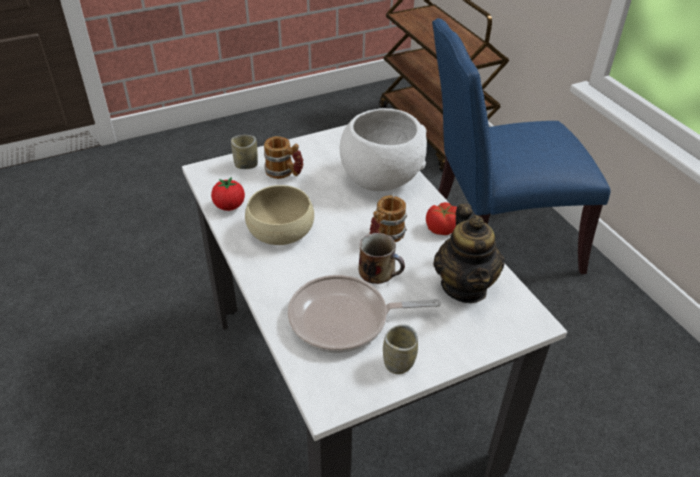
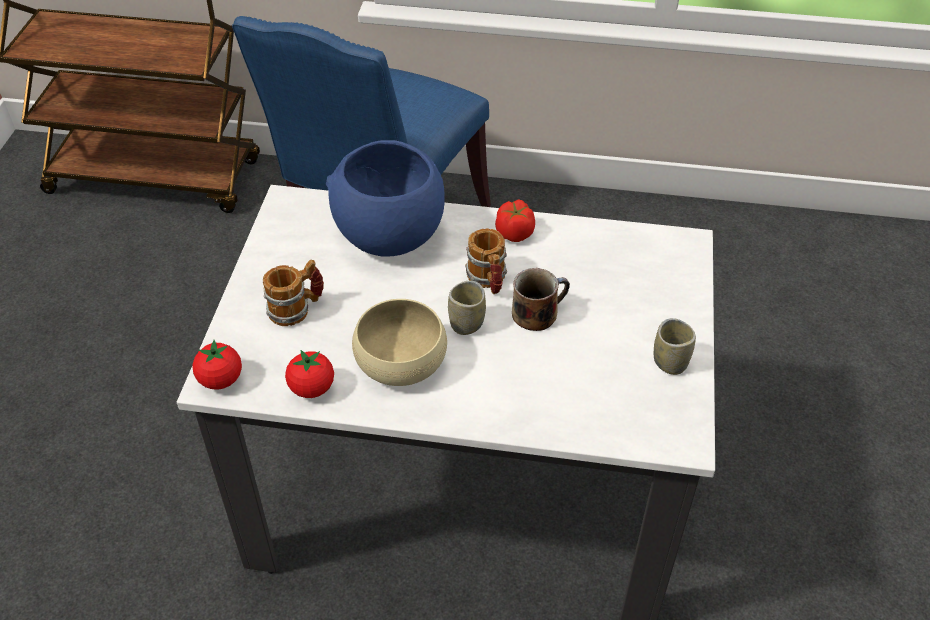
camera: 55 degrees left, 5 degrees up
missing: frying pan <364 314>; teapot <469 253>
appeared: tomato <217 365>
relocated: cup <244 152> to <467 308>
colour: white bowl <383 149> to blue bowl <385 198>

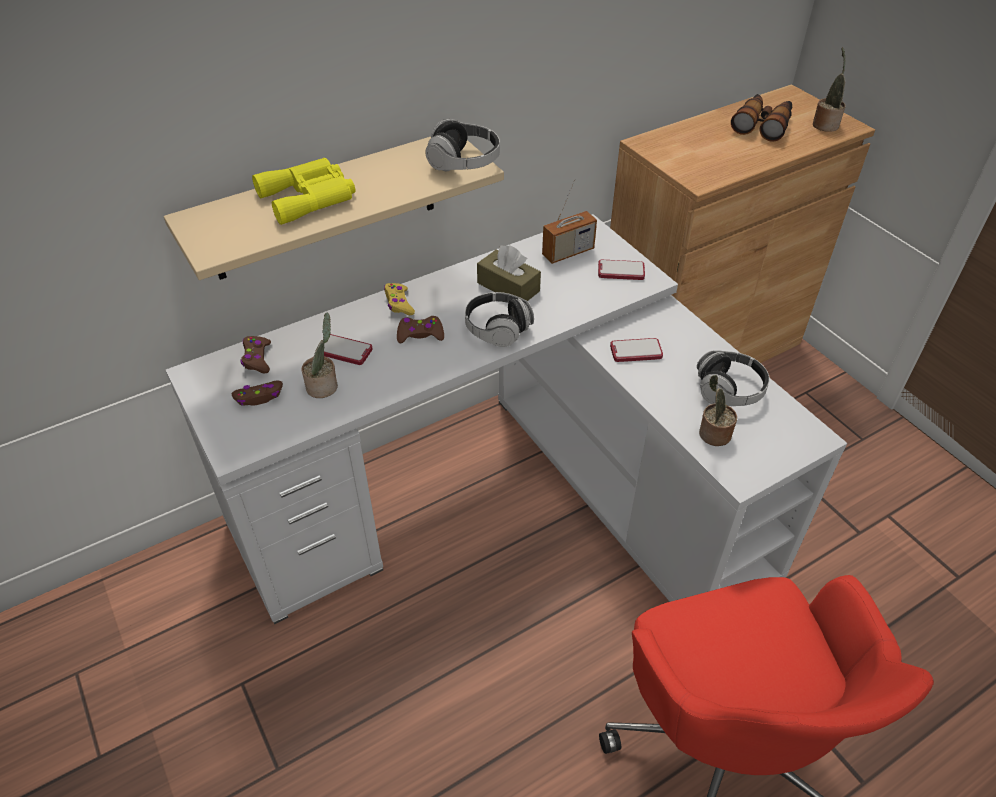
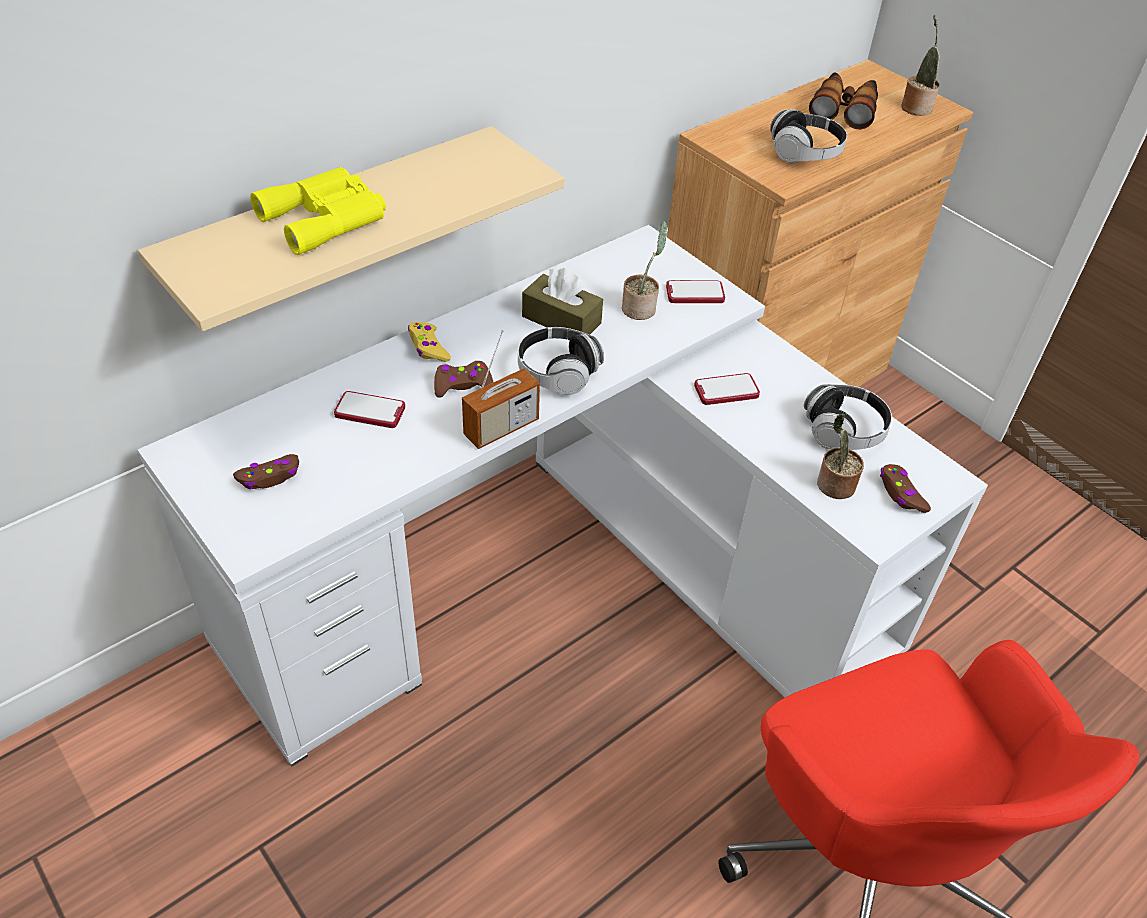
camera: 10 degrees left, 0 degrees up
relocated: radio <569 221> to <501 389>; potted plant <320 355> to <644 270>; headphones <462 145> to <808 136>; brown game controller <256 354> to <905 488>

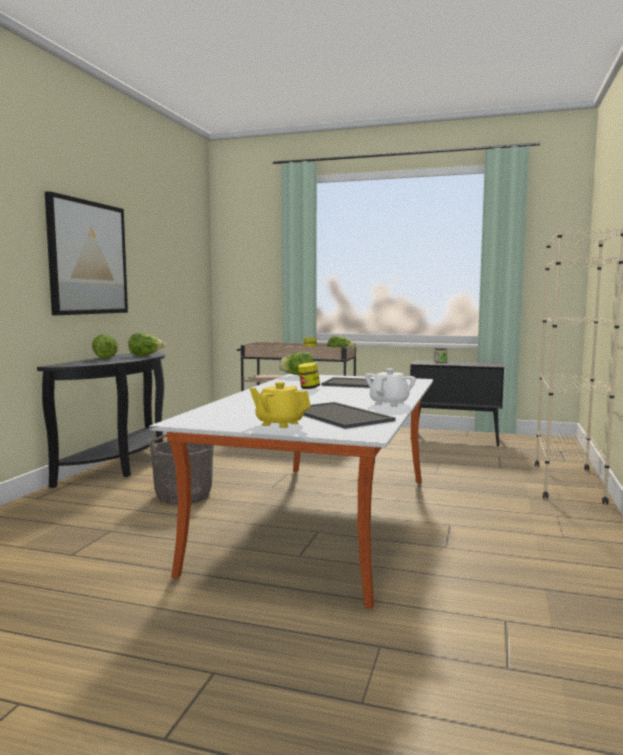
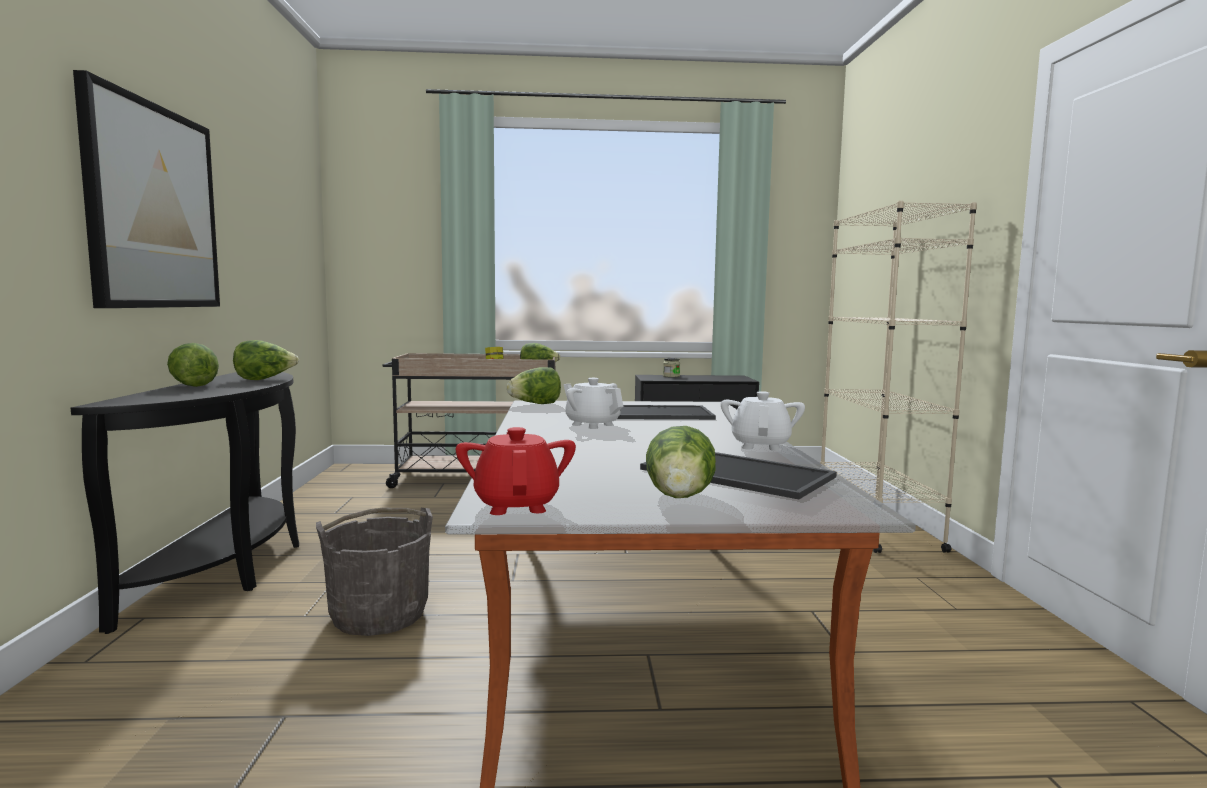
camera: 20 degrees left, 0 degrees up
appeared: red teapot <516 471>
exchanged: jar <309 375> to white teapot <593 403>; yellow teapot <280 405> to lettuce <681 462>

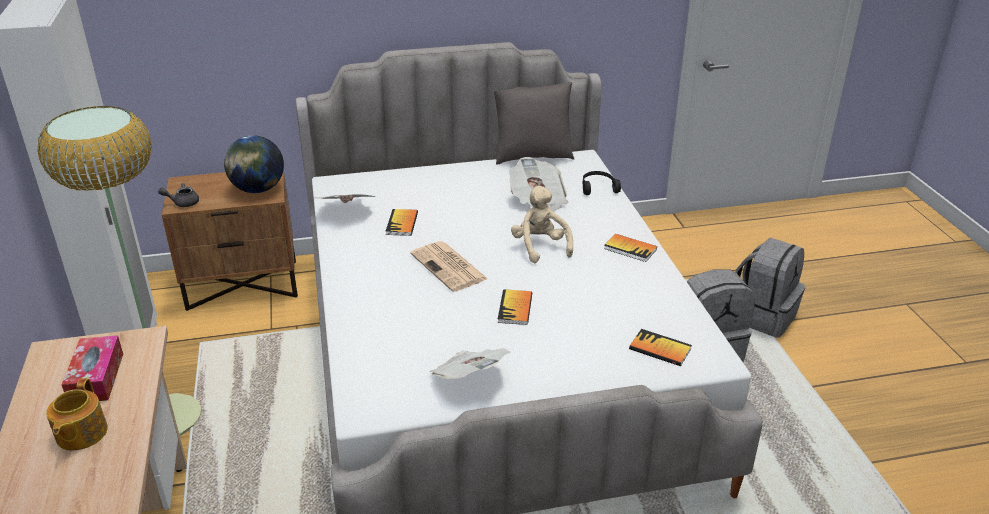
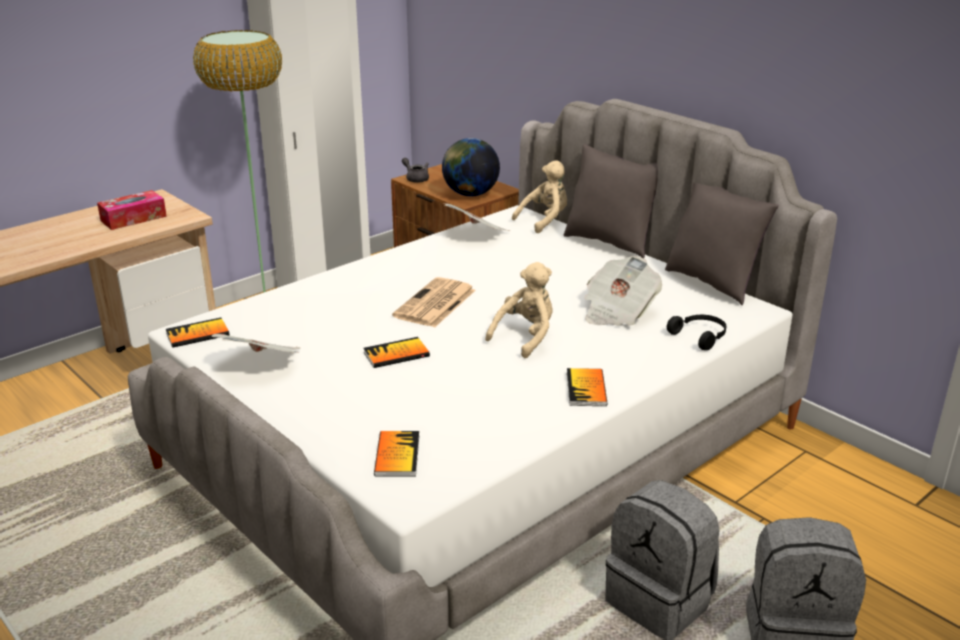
camera: 60 degrees right, 5 degrees down
missing: teapot <77 414>
appeared: beige plush toy <539 196>; grey pillow <611 201>
relocated: book <401 222> to <197 333>

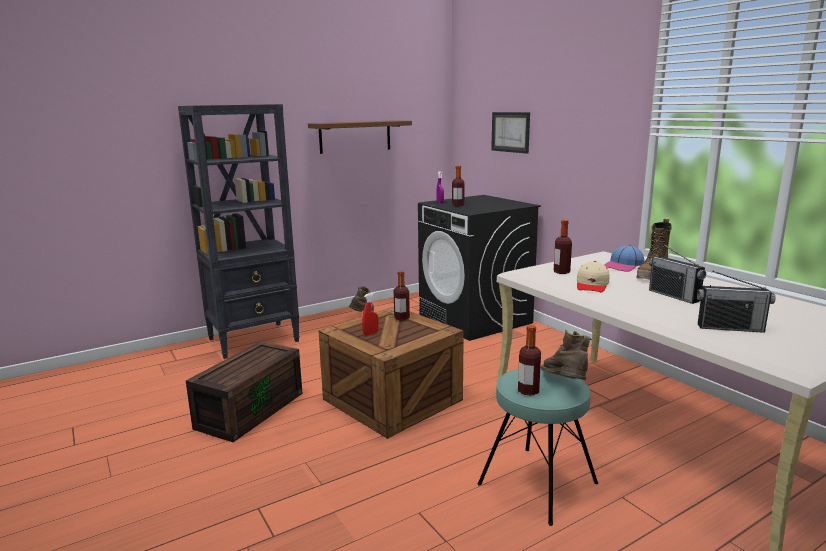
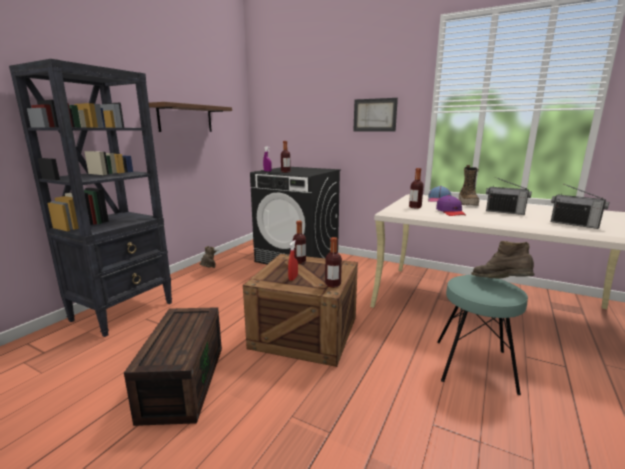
camera: 30 degrees left, 0 degrees up
relocated: bottle <529 360> to <333 262>; picture <510 133> to <376 115>
colour: beige cap <593 276> to purple cap <451 205>
spun: radio <736 302> = <580 206> 60 degrees clockwise

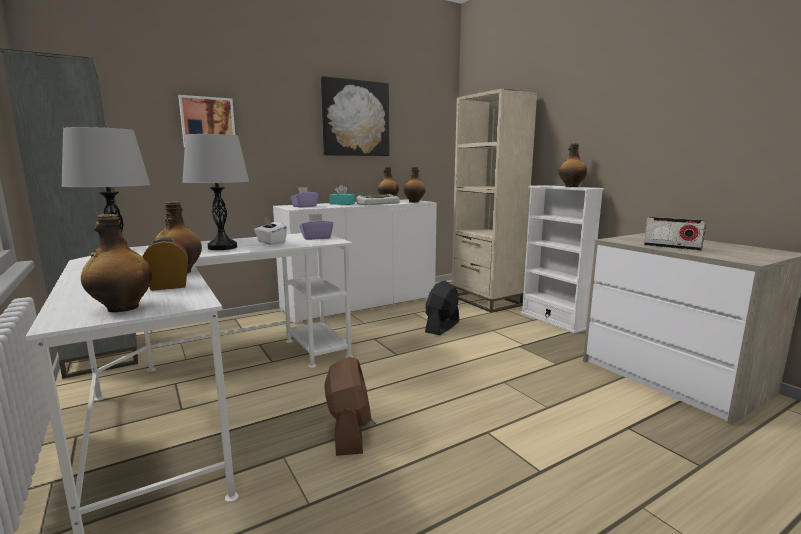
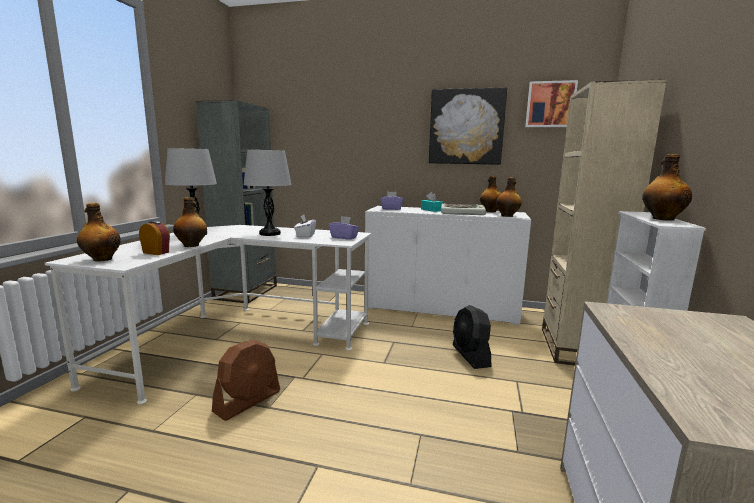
camera: 45 degrees right, 0 degrees up
missing: radio <675 234>
relocated: picture <206 121> to <551 103>
spun: black fan <442 308> = <472 337> 90 degrees counterclockwise

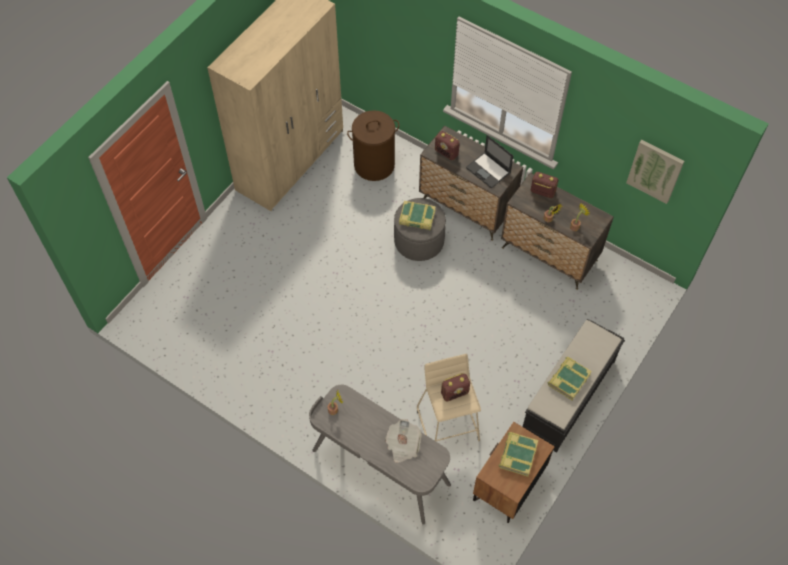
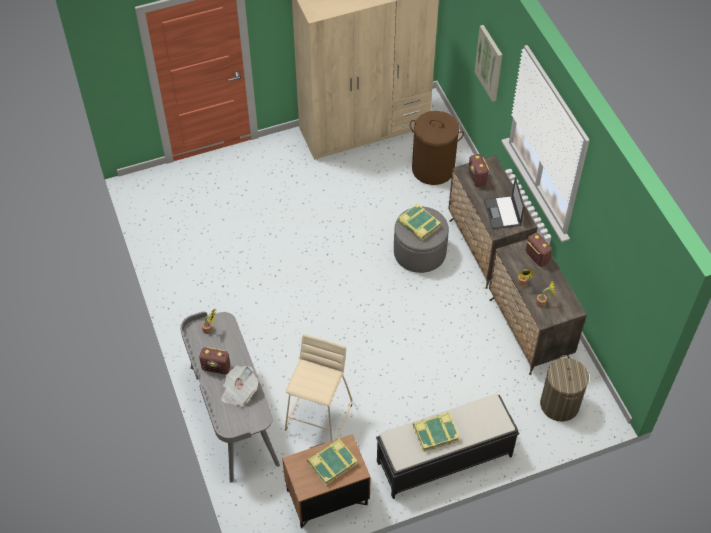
camera: 35 degrees right, 5 degrees down
appeared: laundry basket <564 388>
relocated: radio <455 387> to <214 361>; picture <655 172> to <488 63>

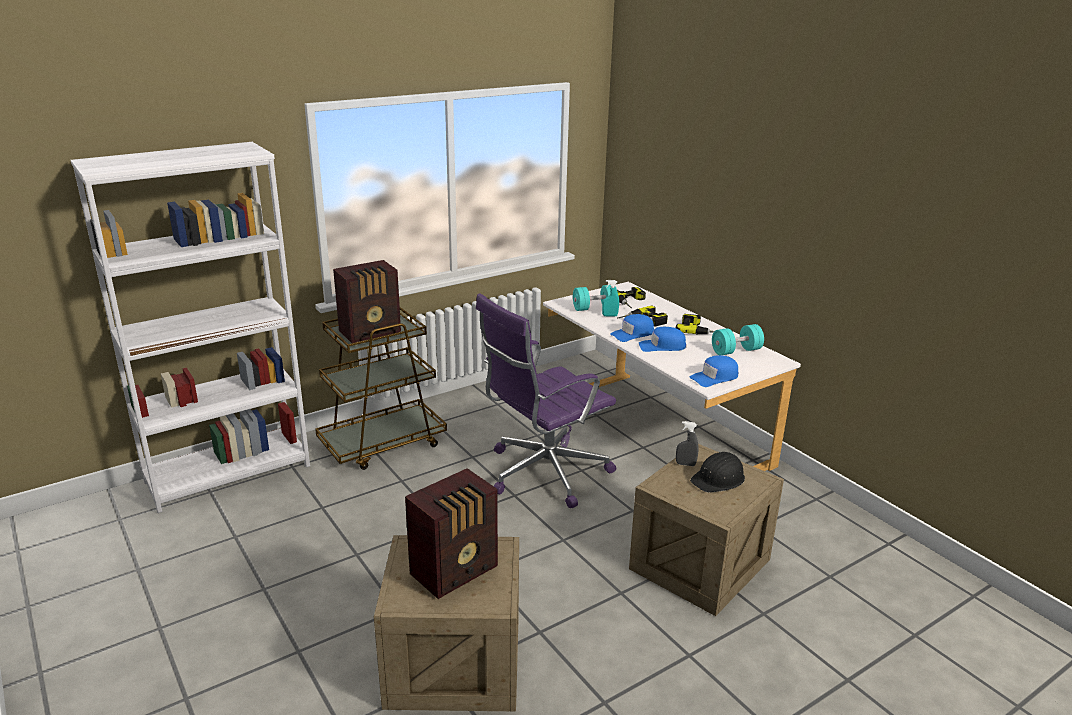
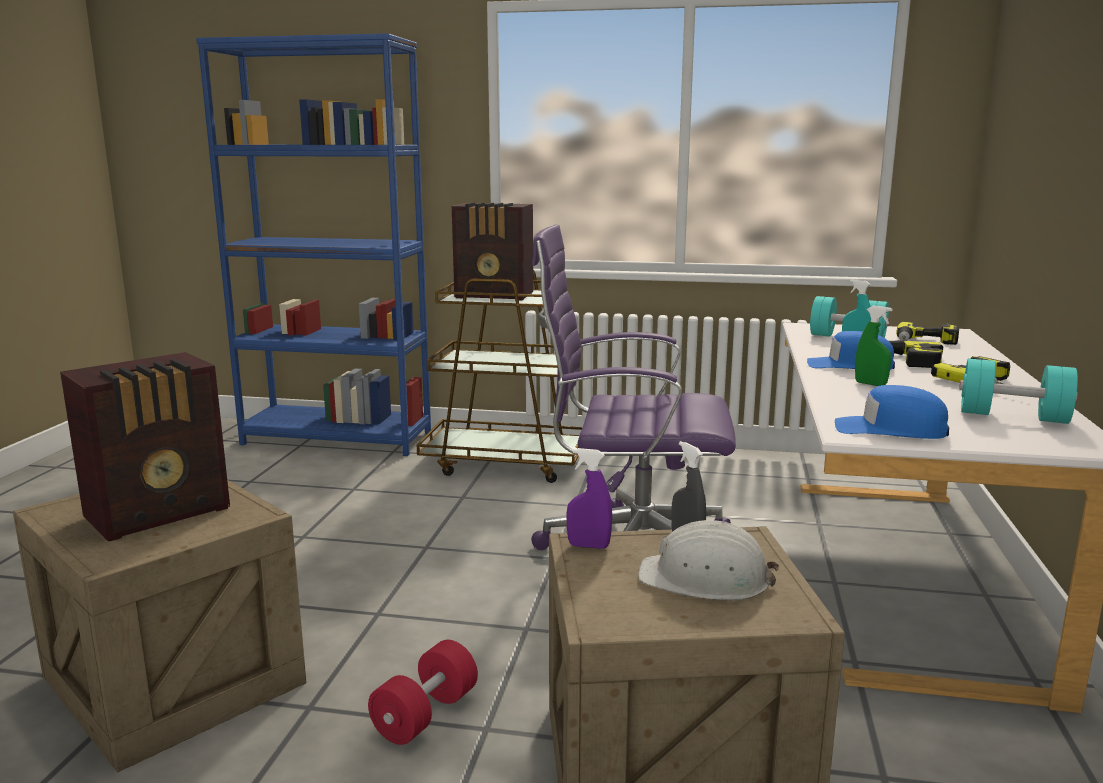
camera: 45 degrees right, 10 degrees down
appeared: red dumbbell <423 692>; purple spray bottle <589 498>
exchanged: blue cap <662 339> to green spray bottle <873 346>
colour: white bookcase <190 327> to blue bookcase <313 244>; black hard hat <717 472> to white hard hat <708 560>
spun: radio <451 533> = <145 447> 45 degrees counterclockwise

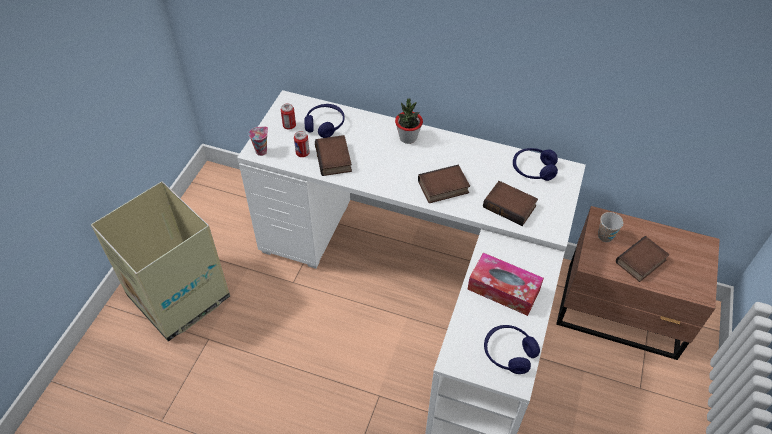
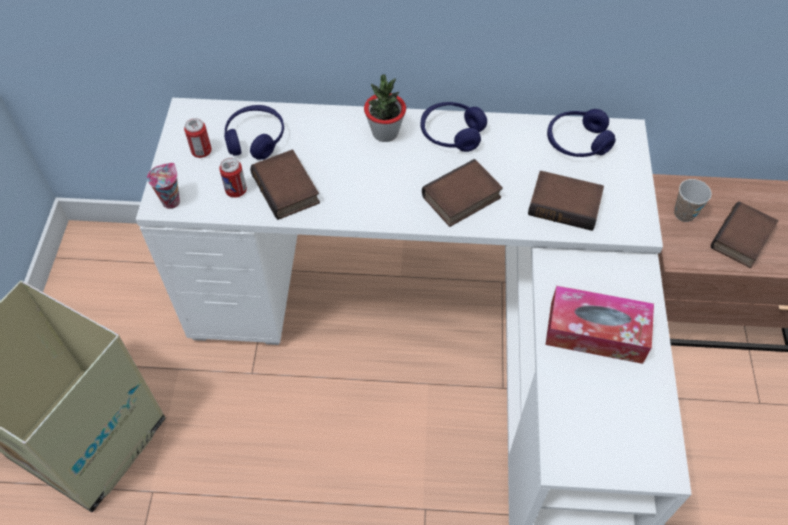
camera: 15 degrees left, 5 degrees up
relocated: blue headphones <512 349> to <454 127>

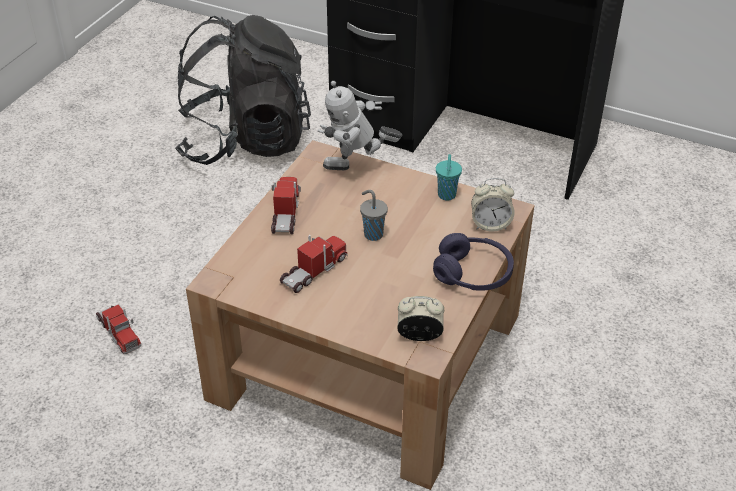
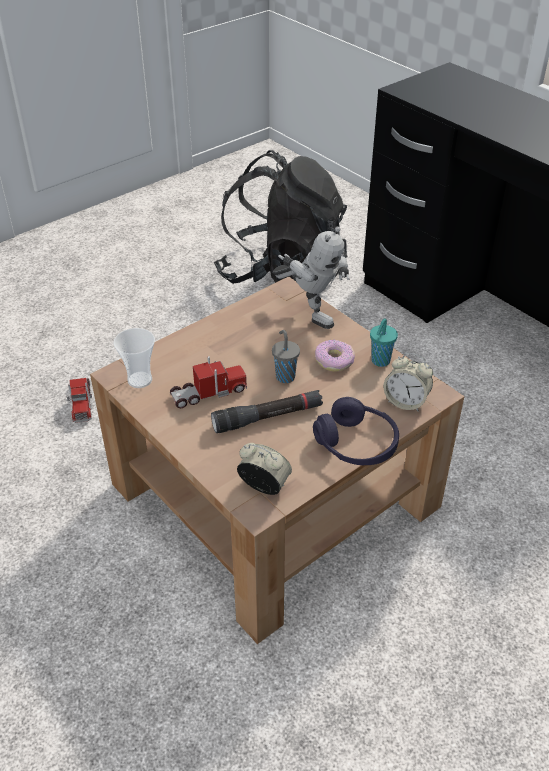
camera: 25 degrees right, 0 degrees up
missing: toy truck <286 205>
appeared: cup <134 358>; black flashlight <267 411>; donut <335 356>
spun: toy robot <360 125> = <311 278> 150 degrees counterclockwise

